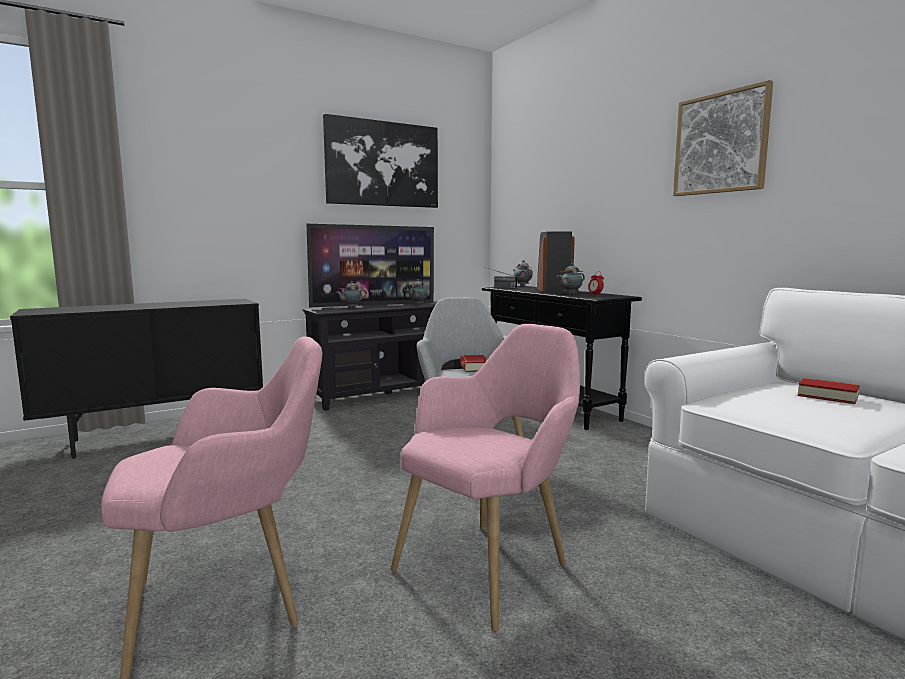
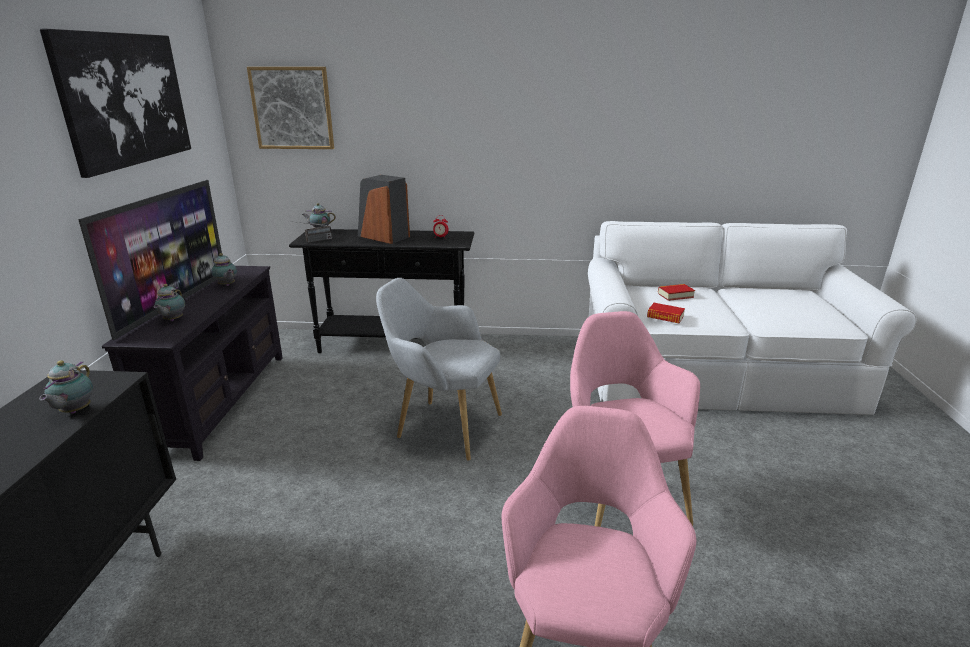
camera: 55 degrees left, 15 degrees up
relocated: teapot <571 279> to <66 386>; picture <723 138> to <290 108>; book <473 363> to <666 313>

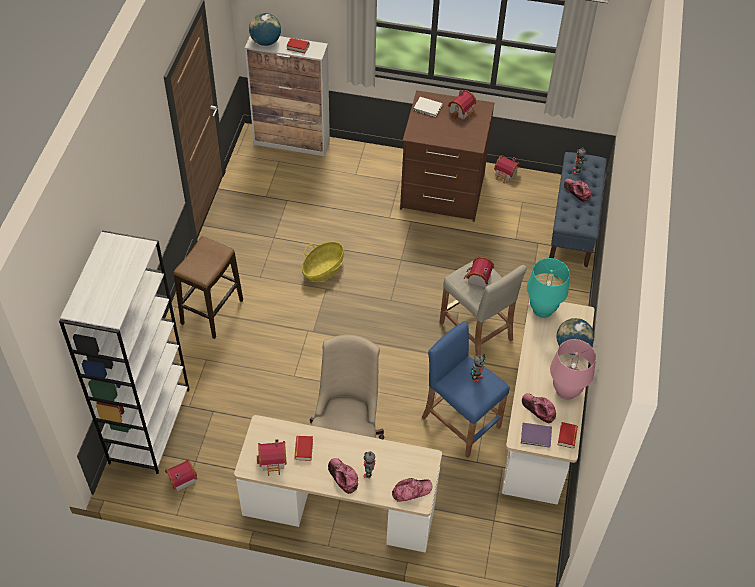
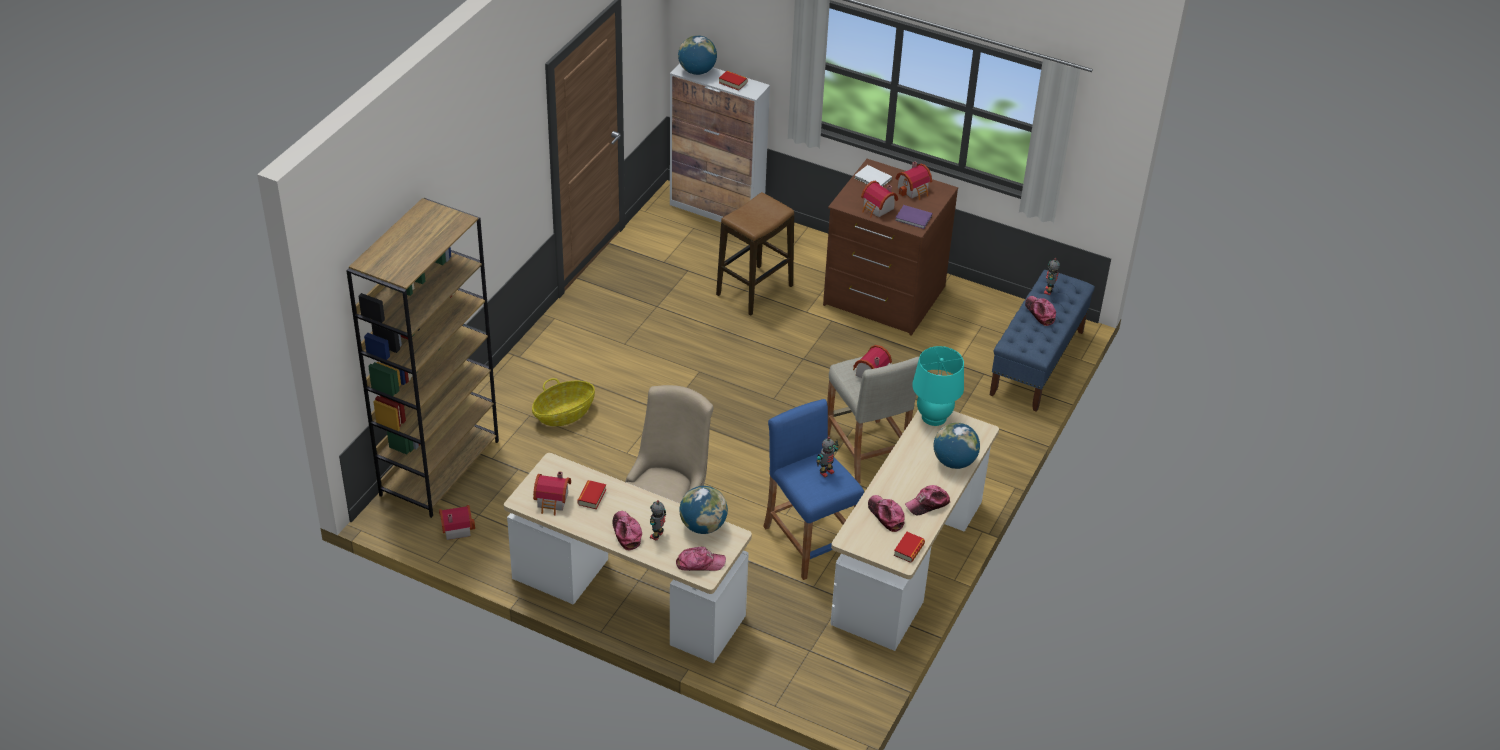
camera: 15 degrees right, 10 degrees down
appeared: globe <704 510>
relocated: basket <323 262> to <563 402>; stool <208 287> to <755 254>; toy house <507 169> to <879 199>; purple book <536 435> to <913 217>
exchanged: pink table lamp <573 369> to cap <927 500>
colour: white bookcase <124 352> to brown bookcase <422 358>

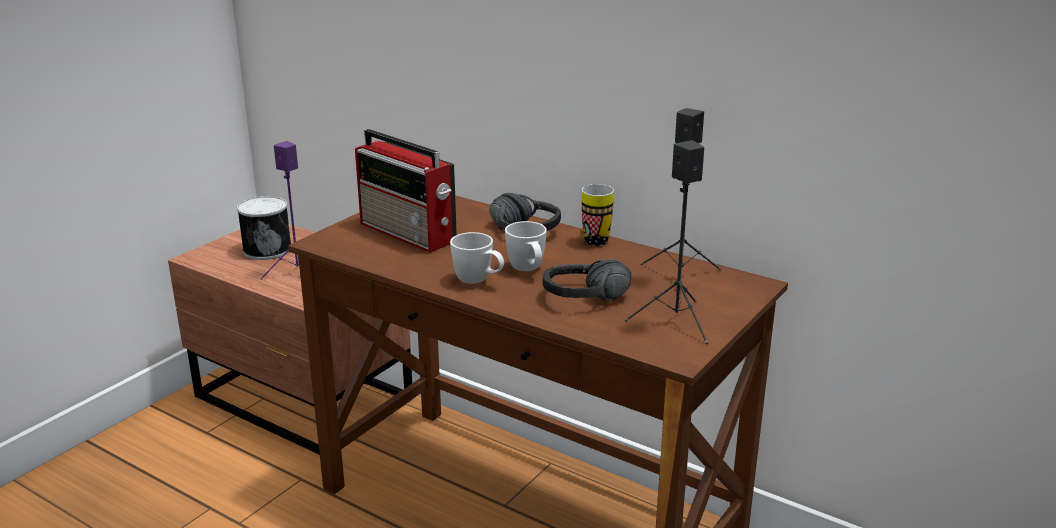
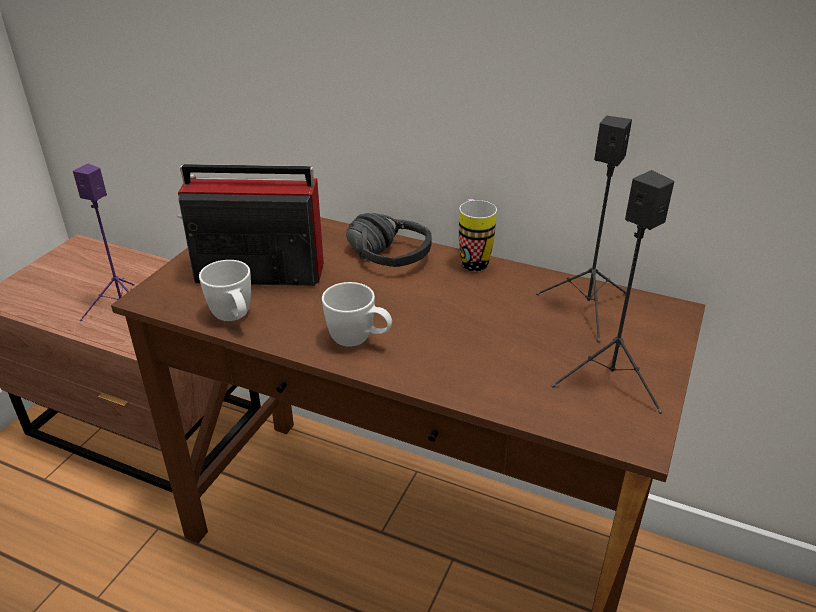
camera: 10 degrees left, 10 degrees up
missing: can <264 228>; black headphones <587 280>
relocated: white mug <526 246> to <225 290>
spun: radio <406 191> = <251 225> 150 degrees clockwise

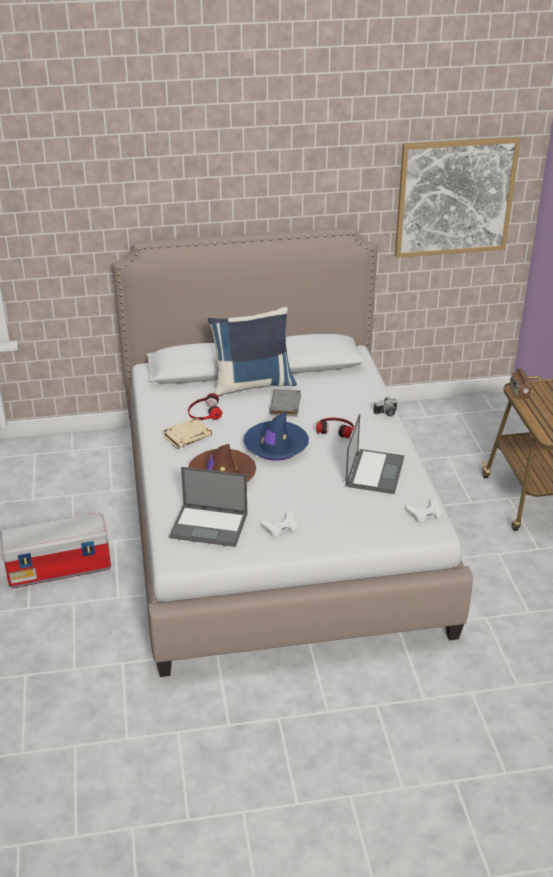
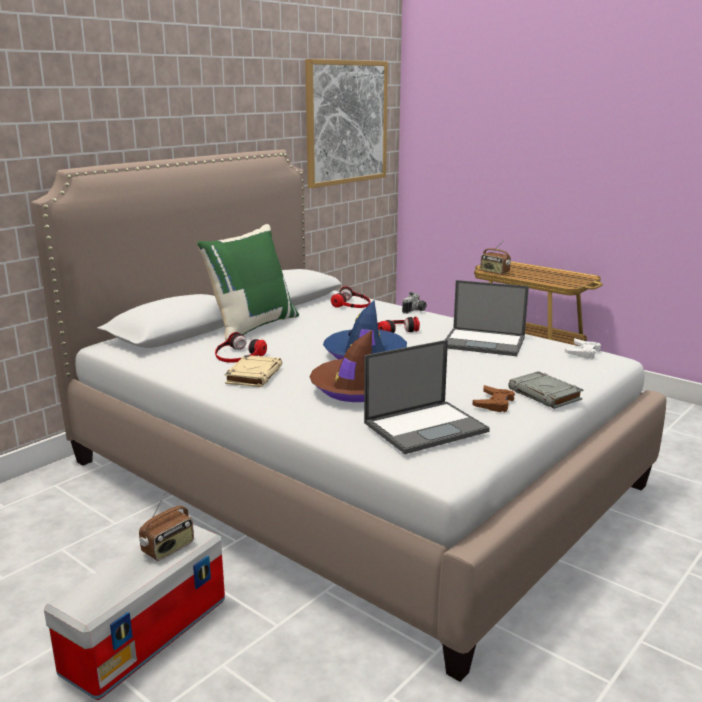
camera: 40 degrees left, 15 degrees down
appeared: radio <166 526>; headphones <350 297>
relocated: grey book <285 403> to <546 390>
colour: blue pillow <252 351> to green pillow <248 282>; white game controller <279 524> to brown game controller <493 398>
spun: laptop <374 454> = <487 318> 135 degrees clockwise

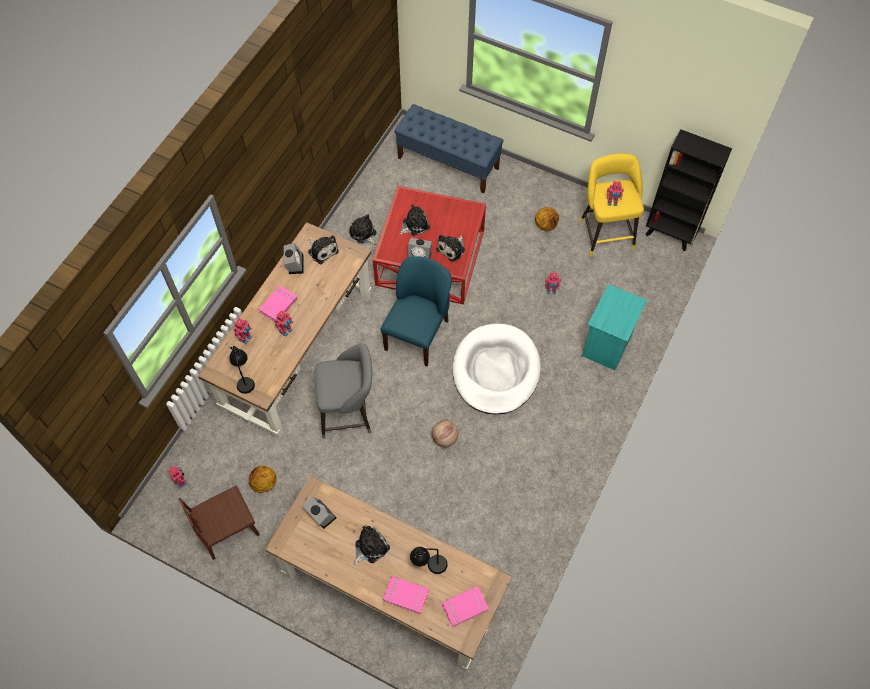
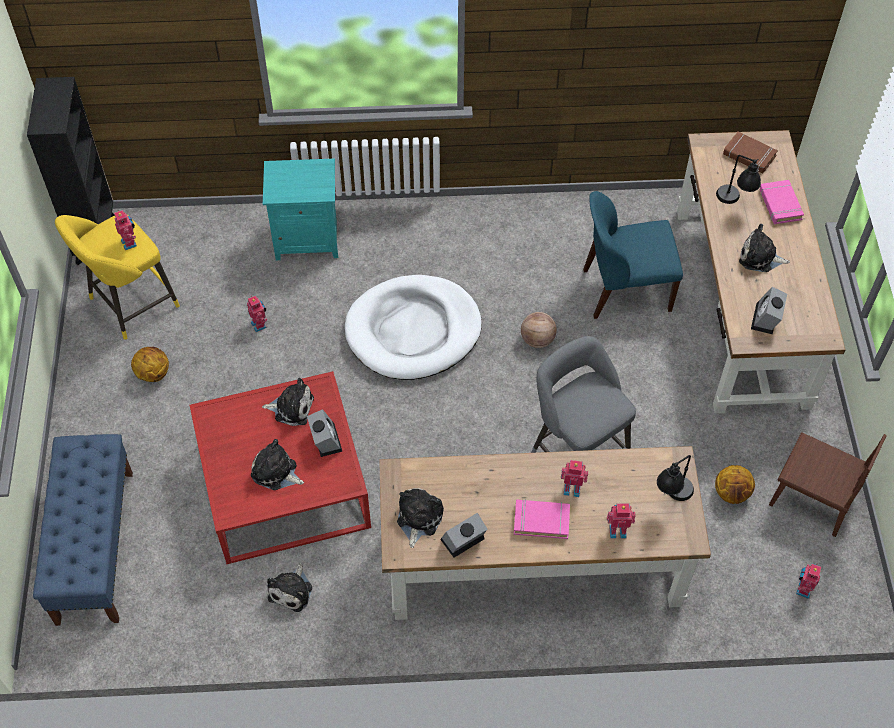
camera: 120 degrees left, 5 degrees down
relocated: blue chair <416 311> to <633 255>
colour: pink book <465 606> to brown book <750 152>

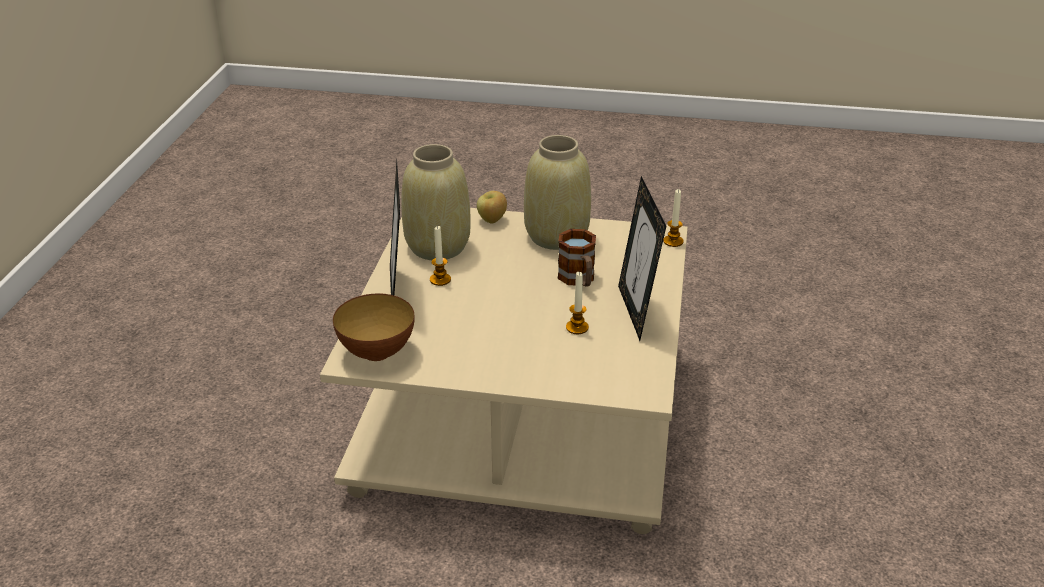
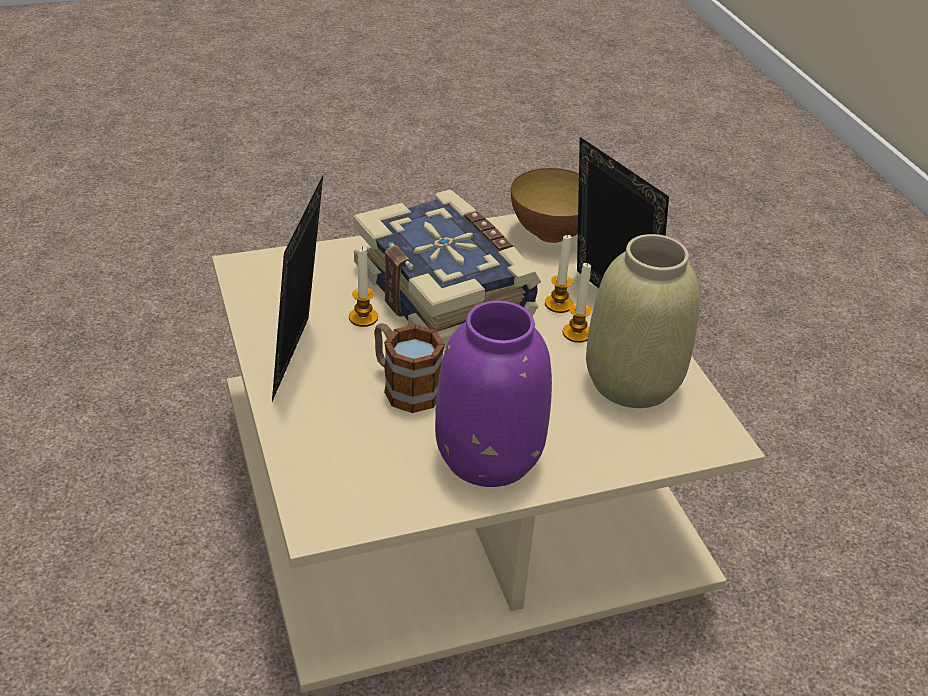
camera: 150 degrees right, 5 degrees up
missing: apple <492 207>
appeared: book <447 268>
relocated: candle <673 218> to <559 273>
colour: beige vase <557 192> to purple vase <493 394>
spun: picture frame <642 258> = <297 288> 135 degrees counterclockwise

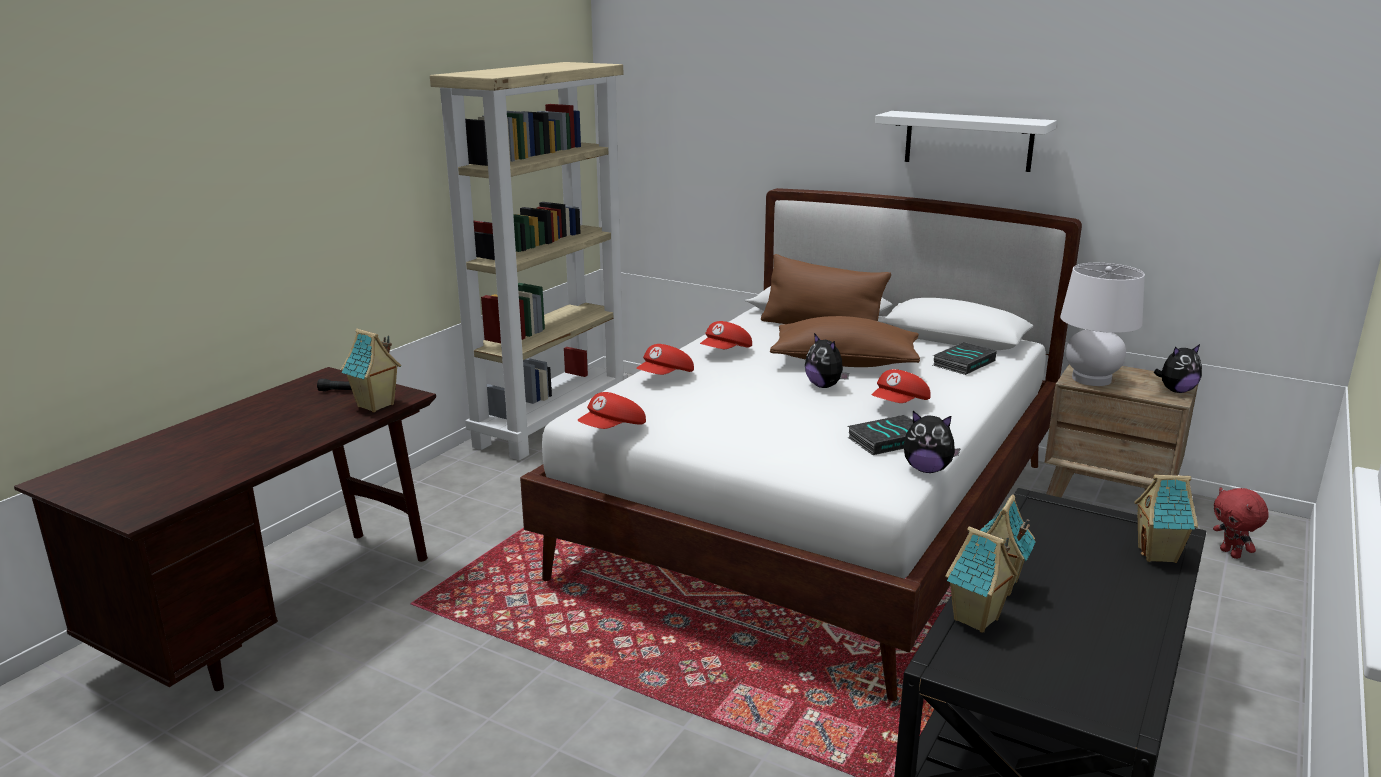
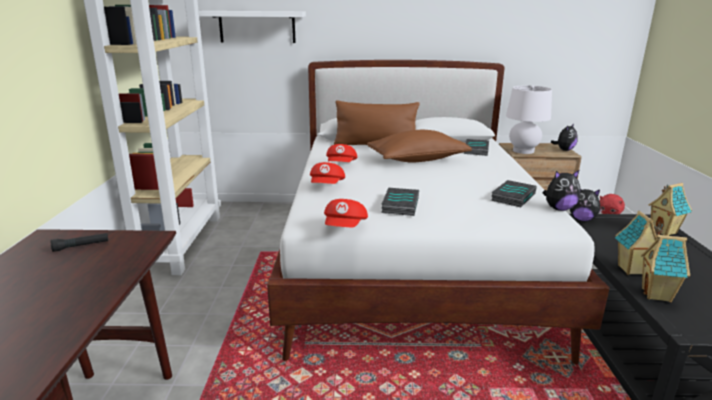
camera: 30 degrees left, 0 degrees up
missing: toy house <371 370>; red cap <901 386>
appeared: book <400 201>
relocated: white shelf <966 141> to <252 27>; plush toy <827 360> to <586 205>

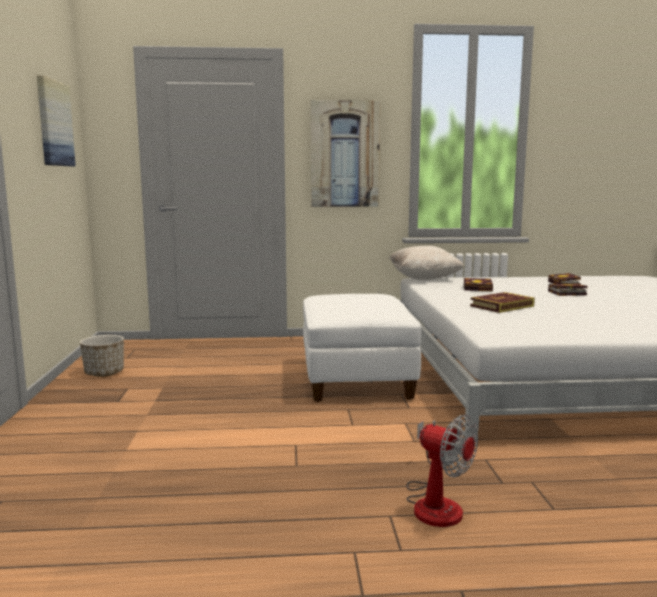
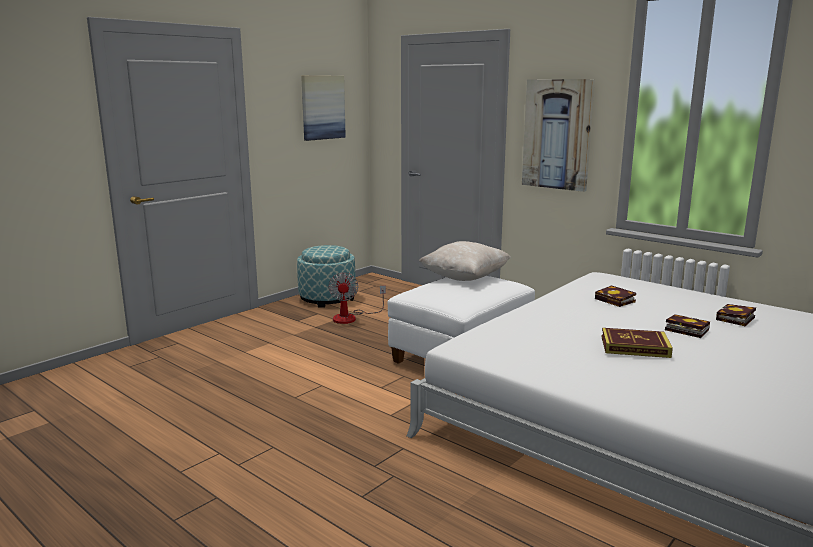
camera: 45 degrees right, 5 degrees up
relocated: fan <442 471> to <357 298>; beige pillow <426 263> to <465 261>; book <502 302> to <637 343>
exchanged: planter <102 356> to ottoman <326 276>

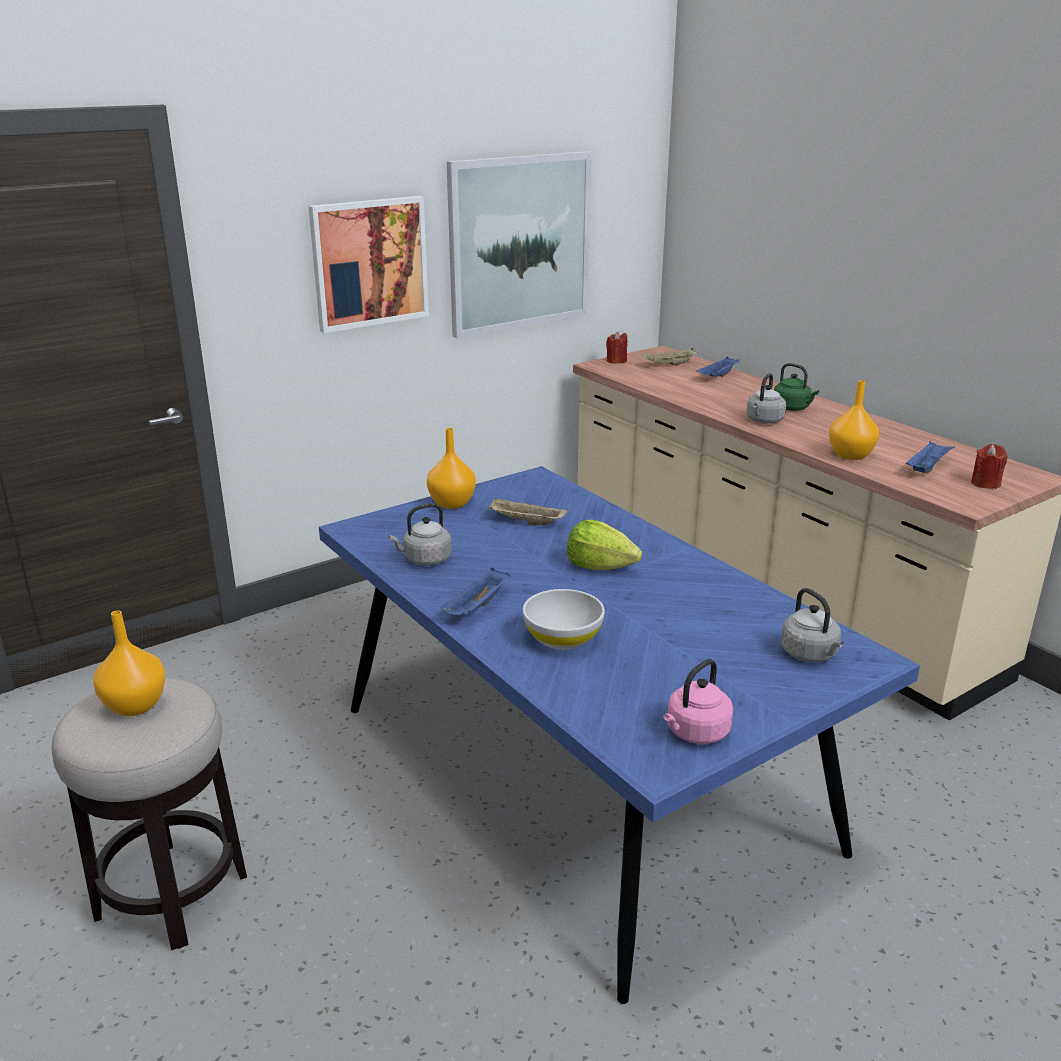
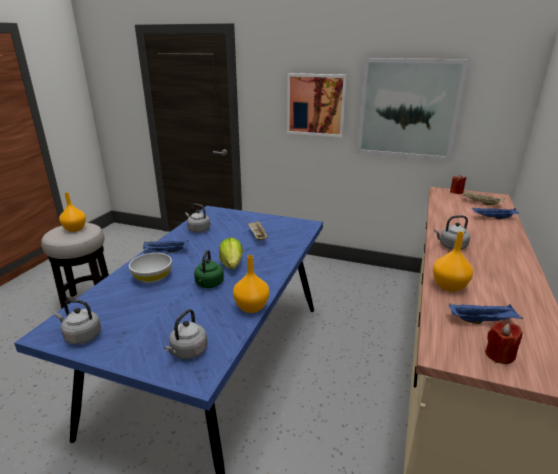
camera: 55 degrees right, 0 degrees up
relocated: green kettle <796 387> to <209 269>; orange vase <451 468> to <251 284>
colour: pink kettle <698 701> to grey kettle <78 321>

